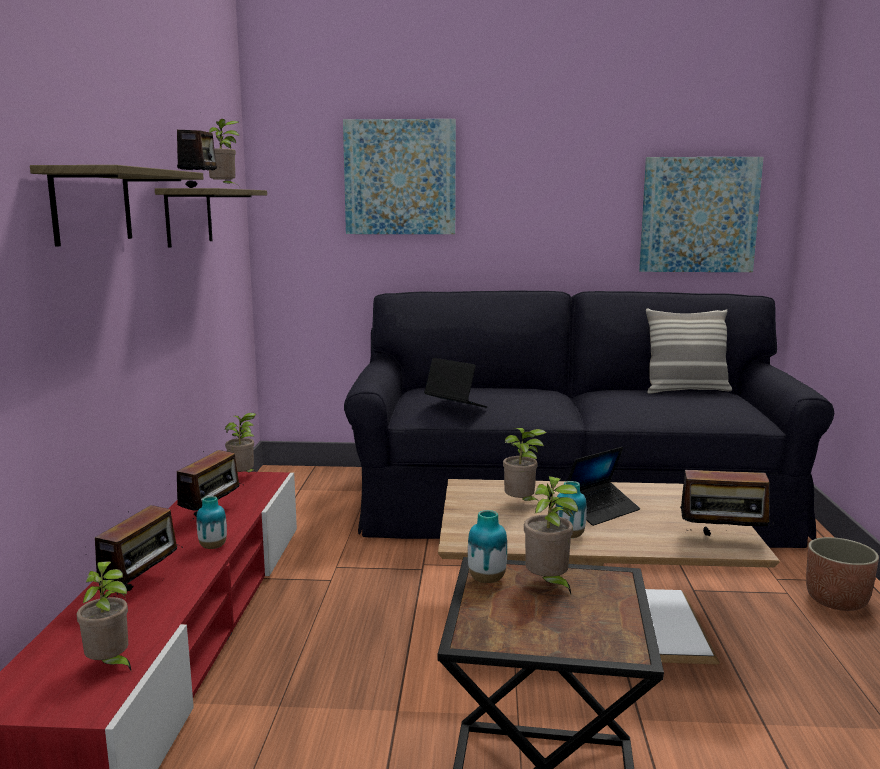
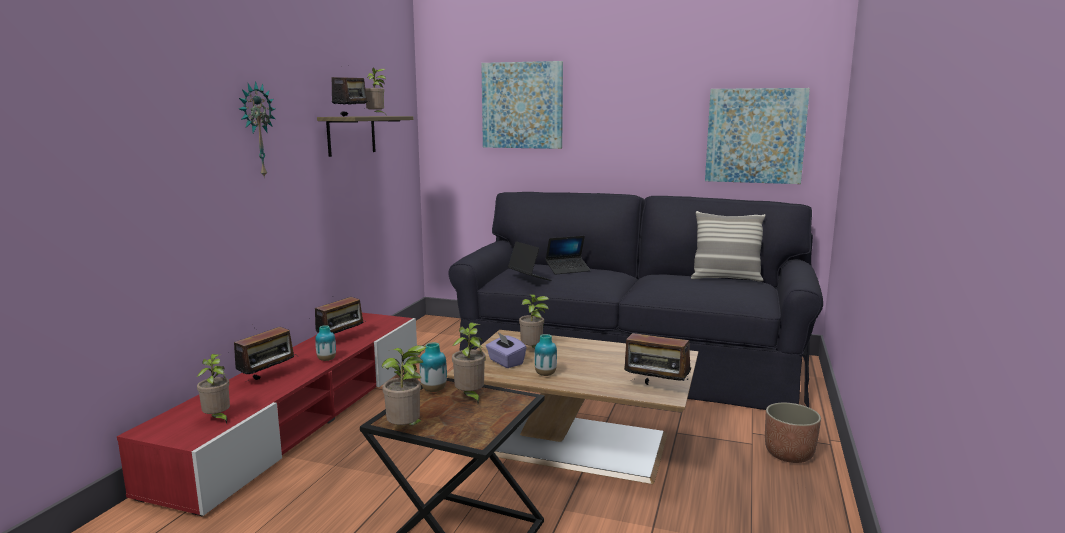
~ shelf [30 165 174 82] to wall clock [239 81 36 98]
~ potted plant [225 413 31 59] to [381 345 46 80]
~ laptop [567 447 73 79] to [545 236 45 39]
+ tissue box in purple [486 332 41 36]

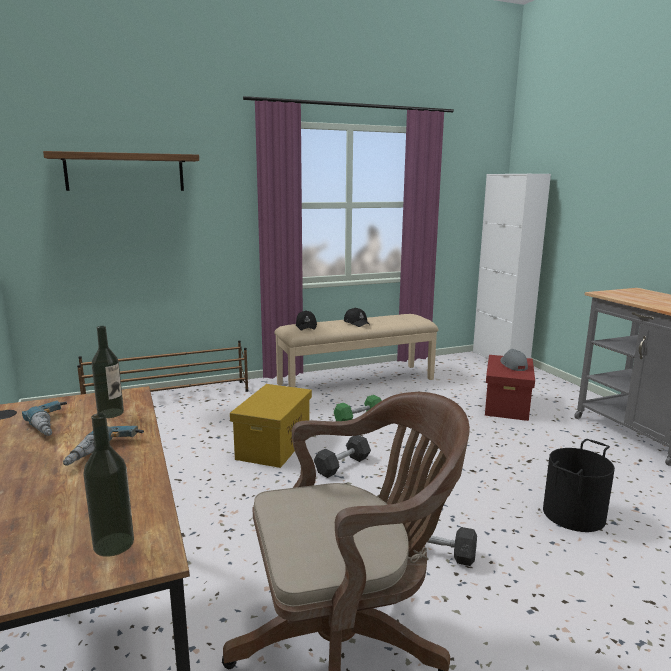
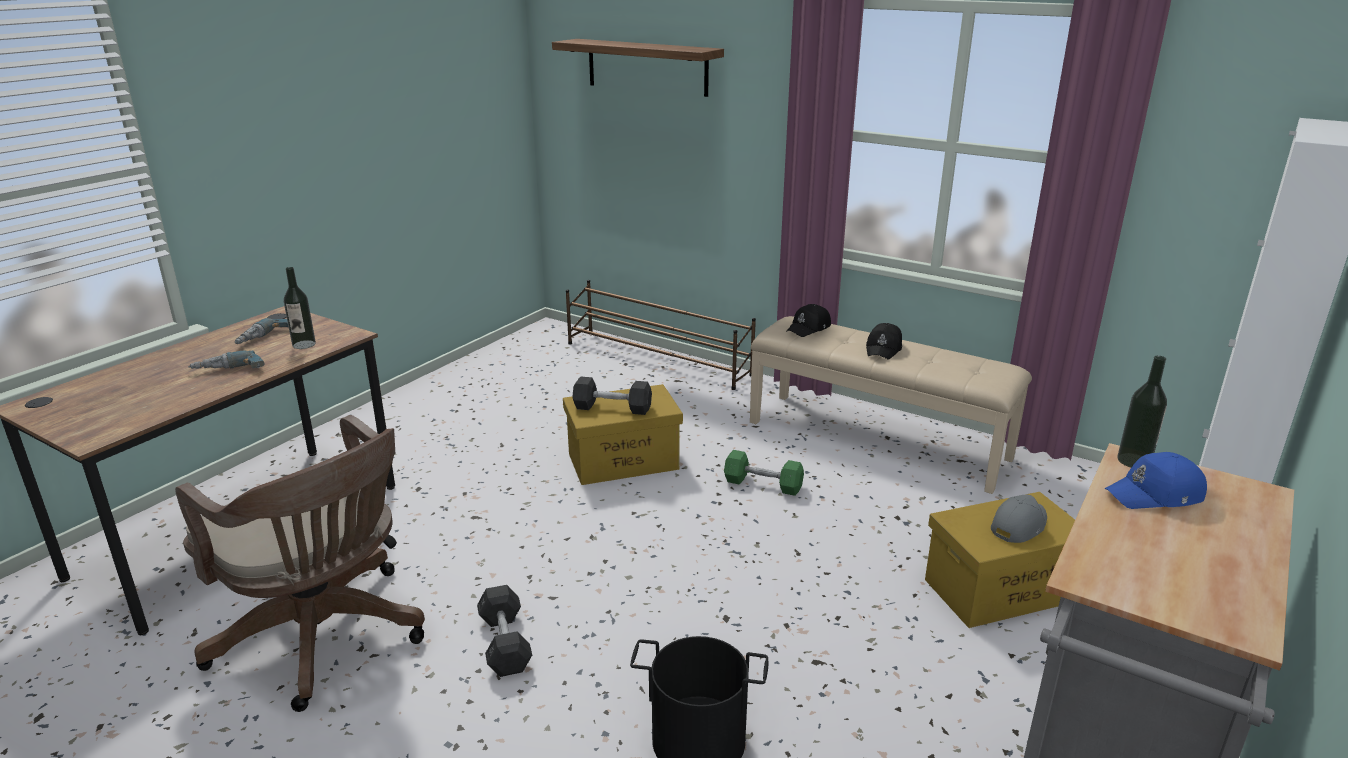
~ storage box in red [485 355 50 66] to storage box in yellow [925 492 150 136]
~ bottle [83 413 51 144] to [1117 356 50 112]
~ dumbbell in grey [314 435 57 43] to [572 376 80 39]
+ cap in blue [1105 452 102 57]

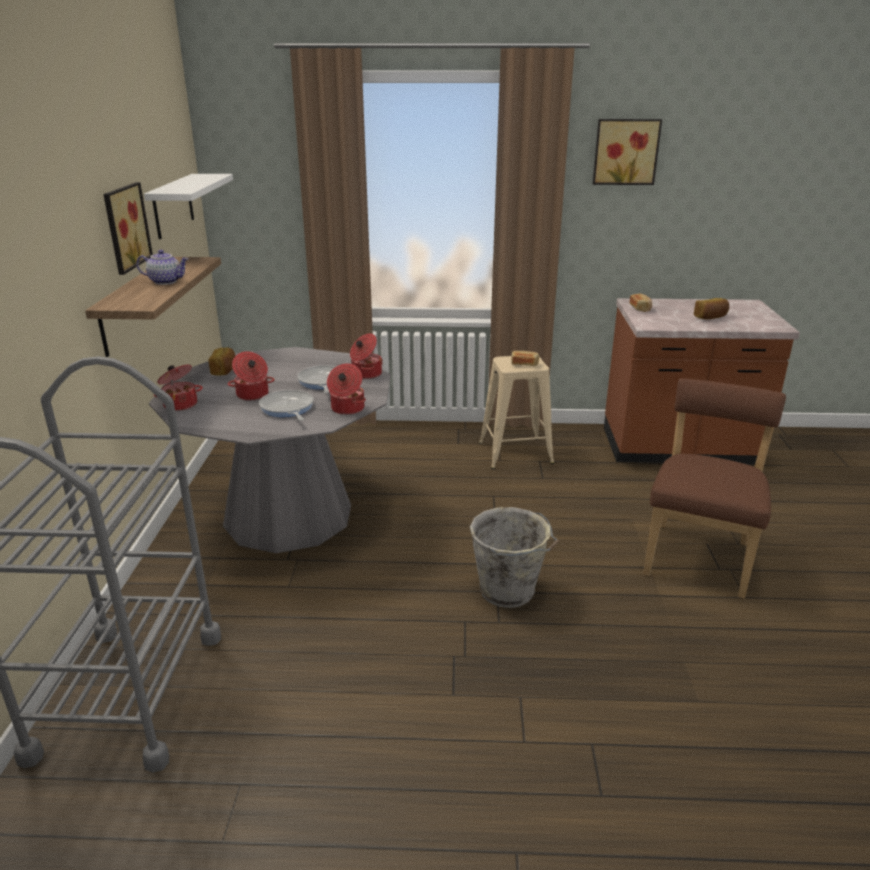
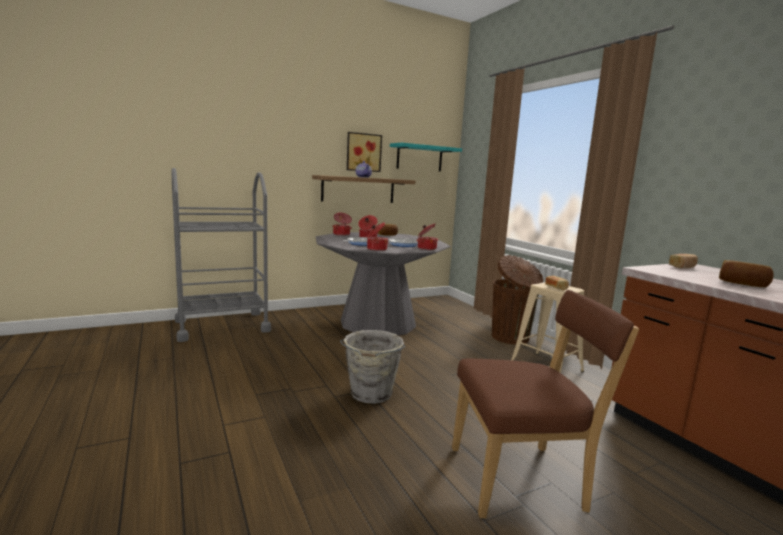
- picture [593 119 69 66]
~ shelf in white [144 174 89 65] to shelf in turquoise [390 143 72 29]
+ trash can in brown [492 255 51 89]

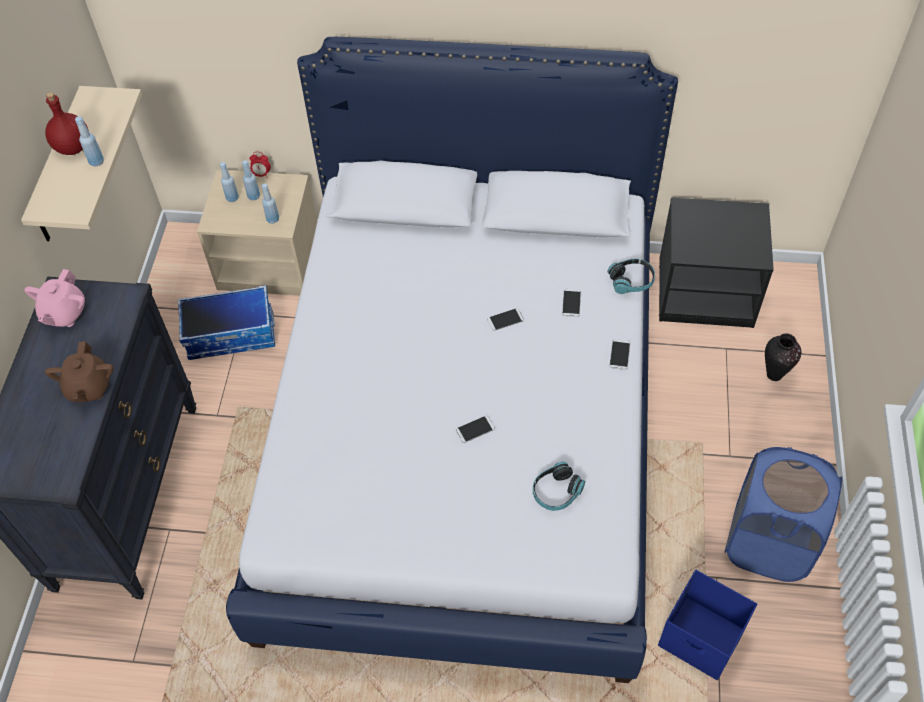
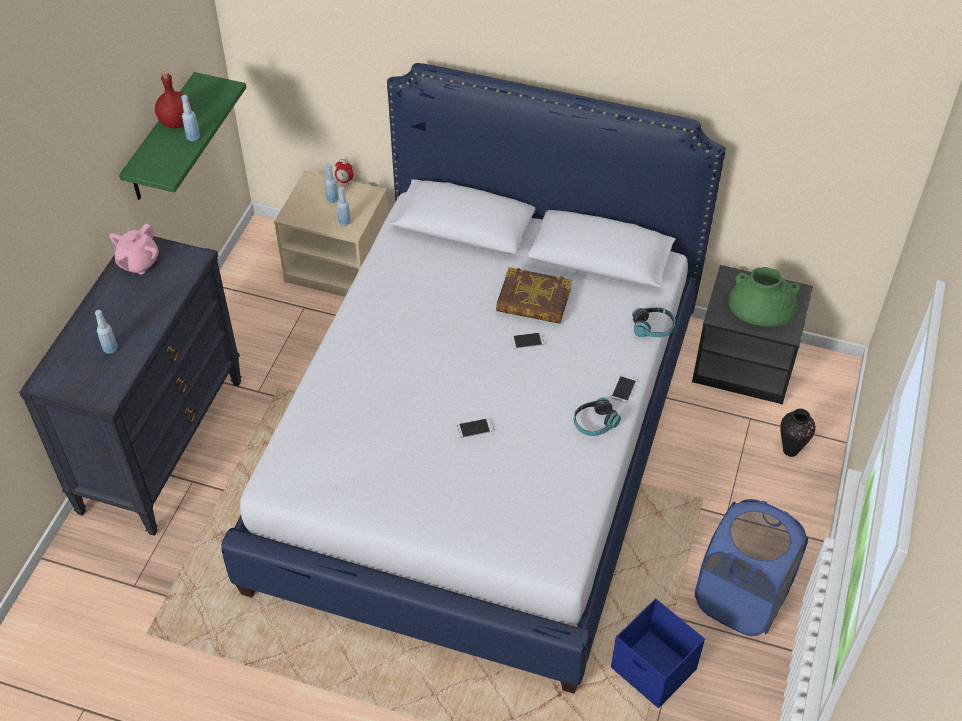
~ shelf in beige [21 86 121 155] to shelf in green [119 72 127 128]
~ bottle in blue [220 162 19 40] to [95 310 23 44]
- storage box [178 285 97 75]
- phone [562 289 19 28]
- teapot in brown [45 342 68 60]
~ headphones [533 462 52 49] to [574 398 47 38]
+ book [496 267 76 57]
+ vase in green [728 267 72 60]

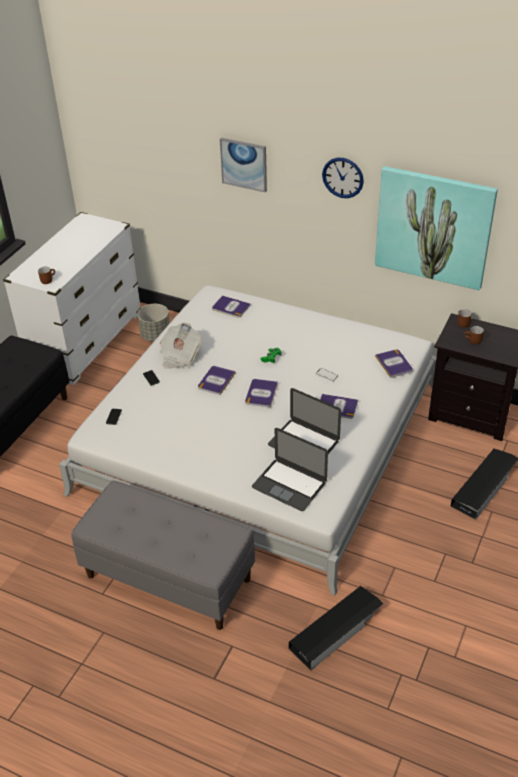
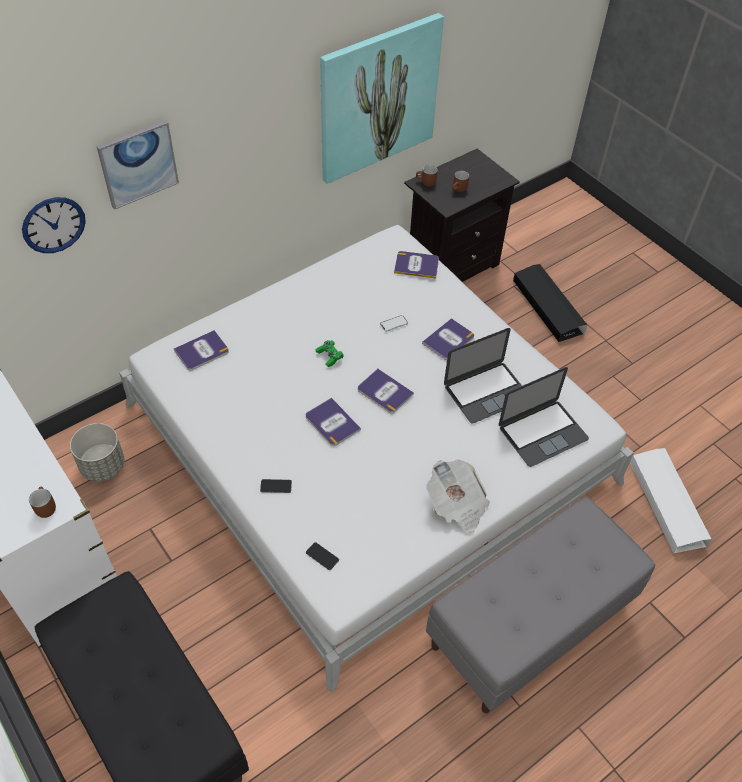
~ wall clock [322 158 42 40] to [22 197 64 56]
~ newspaper [160 323 42 46] to [426 460 64 73]
~ storage box in black [289 586 94 85] to storage box in white [630 448 82 105]

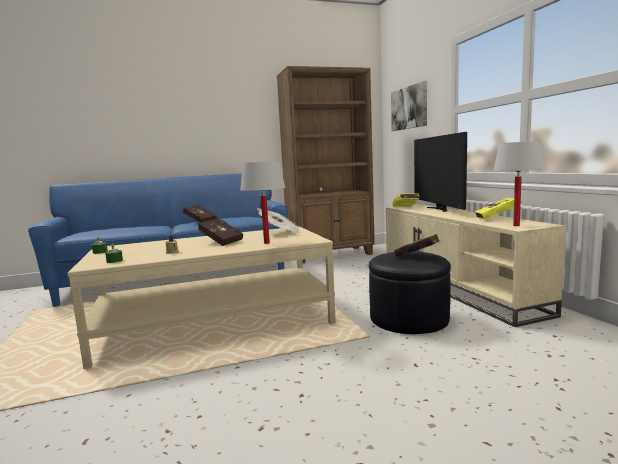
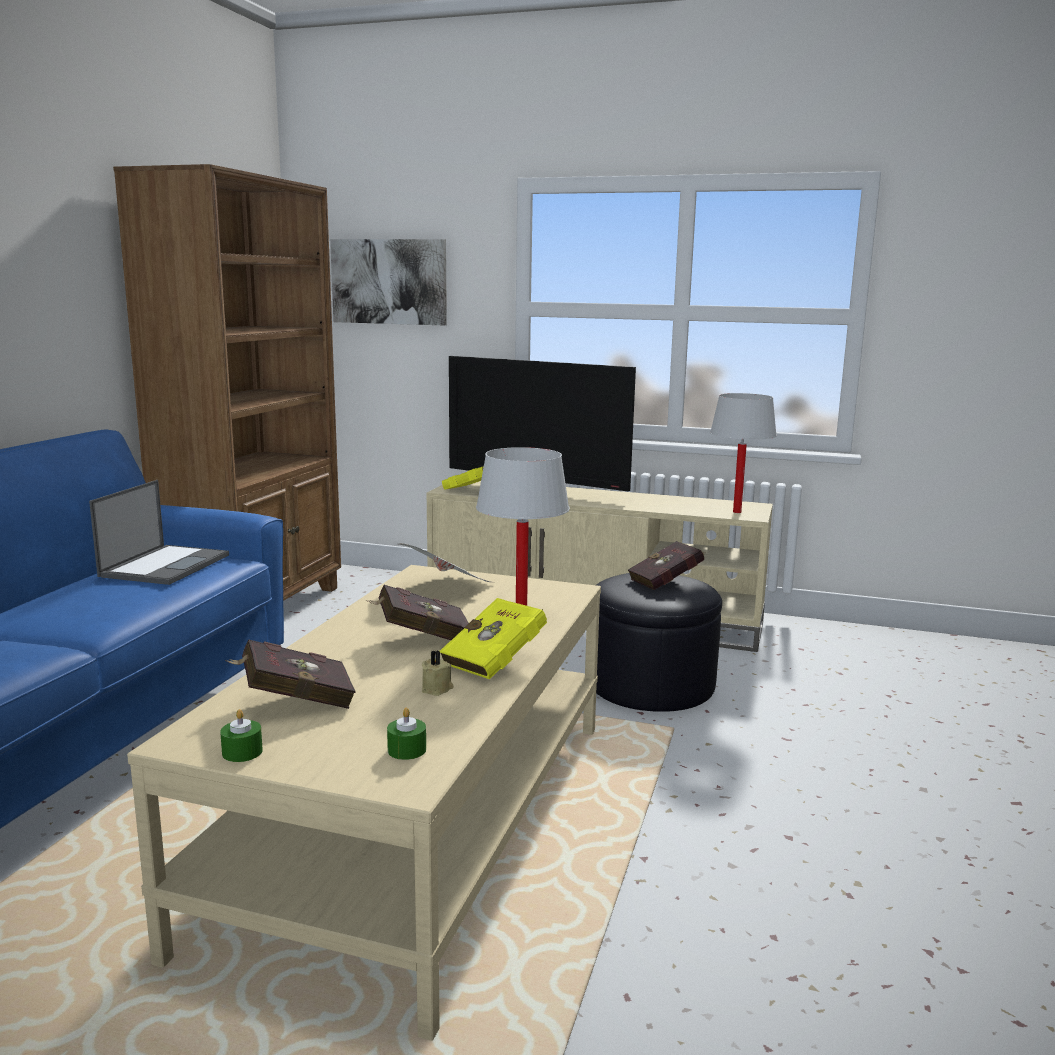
~ book in yellow [475 198 47 22] to [440 598 107 81]
~ book in red [183 205 34 18] to [225 639 131 70]
+ laptop [89 480 140 105]

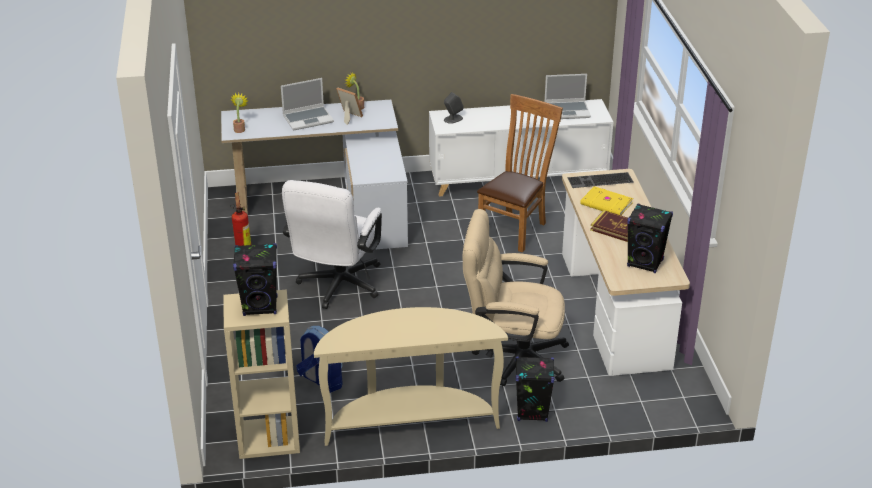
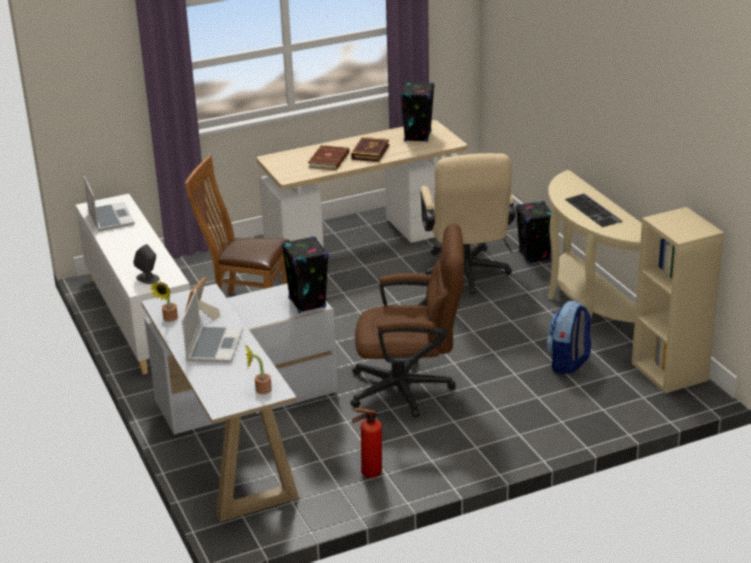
~ laptop [281 78 53 52] = [182 289 61 73] 45 degrees clockwise
~ keyboard [567 172 67 16] to [564 193 58 34]
~ office chair in white [282 180 100 129] to office chair in brown [350 223 114 194]
~ book in yellow [580 186 53 29] to book in brown [308 145 42 25]
~ speaker in black [233 243 44 73] to [282 236 47 77]

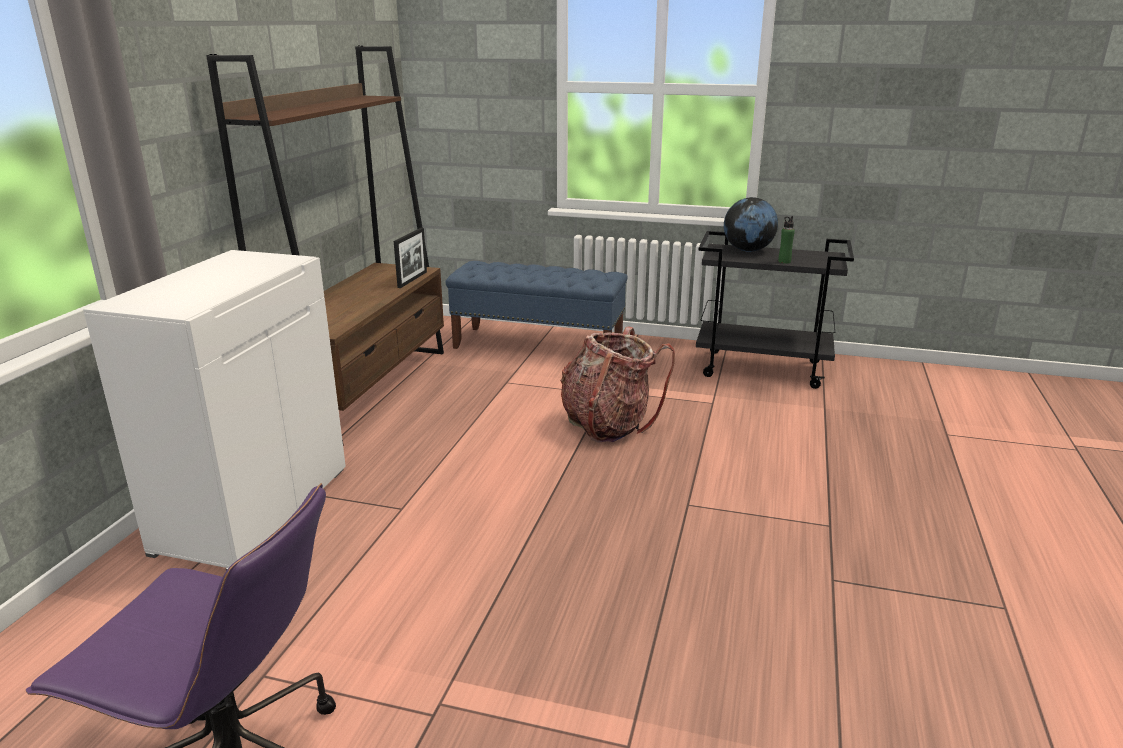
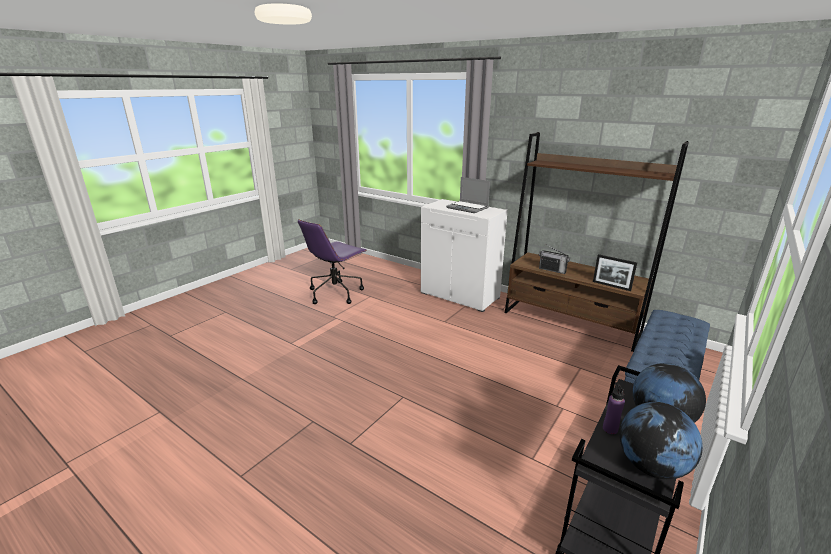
~ bottle in green [778 216 17 48] to bottle in purple [603 382 22 52]
- backpack [560 326 115 117]
+ laptop [446 177 44 36]
+ radio [539 244 31 30]
+ globe [620 402 83 77]

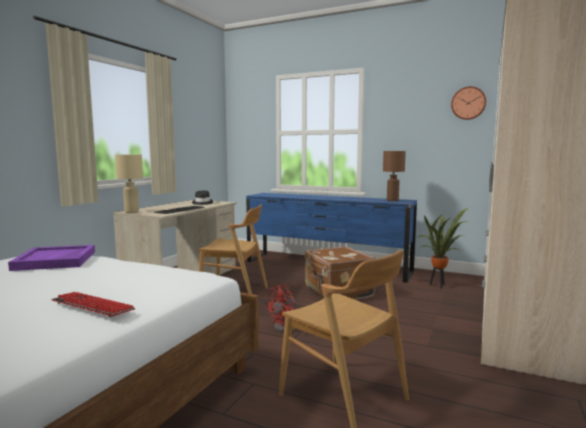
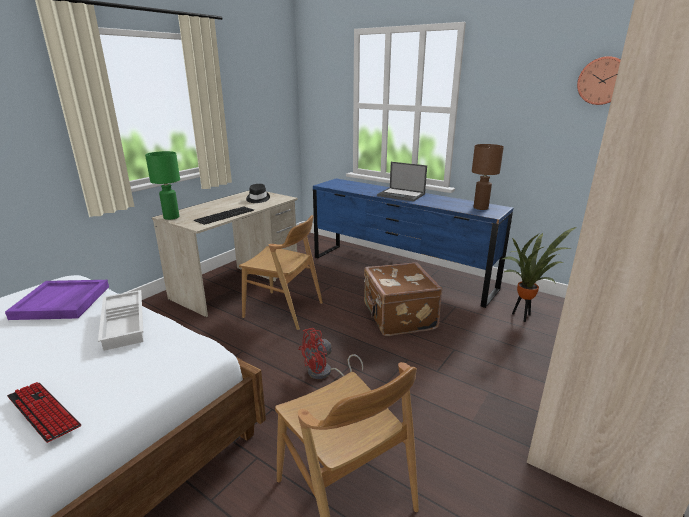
~ table lamp in beige [115 154 28 59] to table lamp in green [145 151 35 69]
+ laptop [377 162 50 40]
+ tray in white [98 290 45 61]

